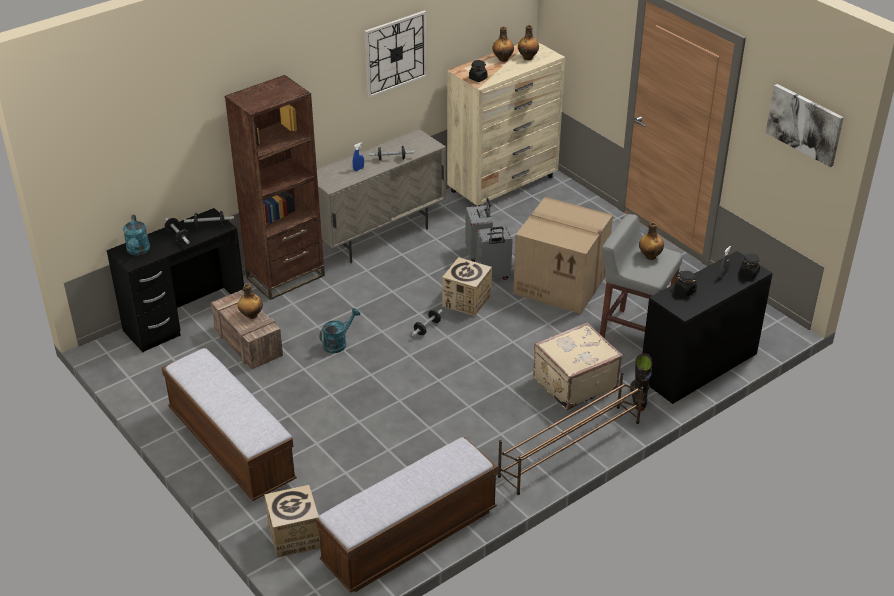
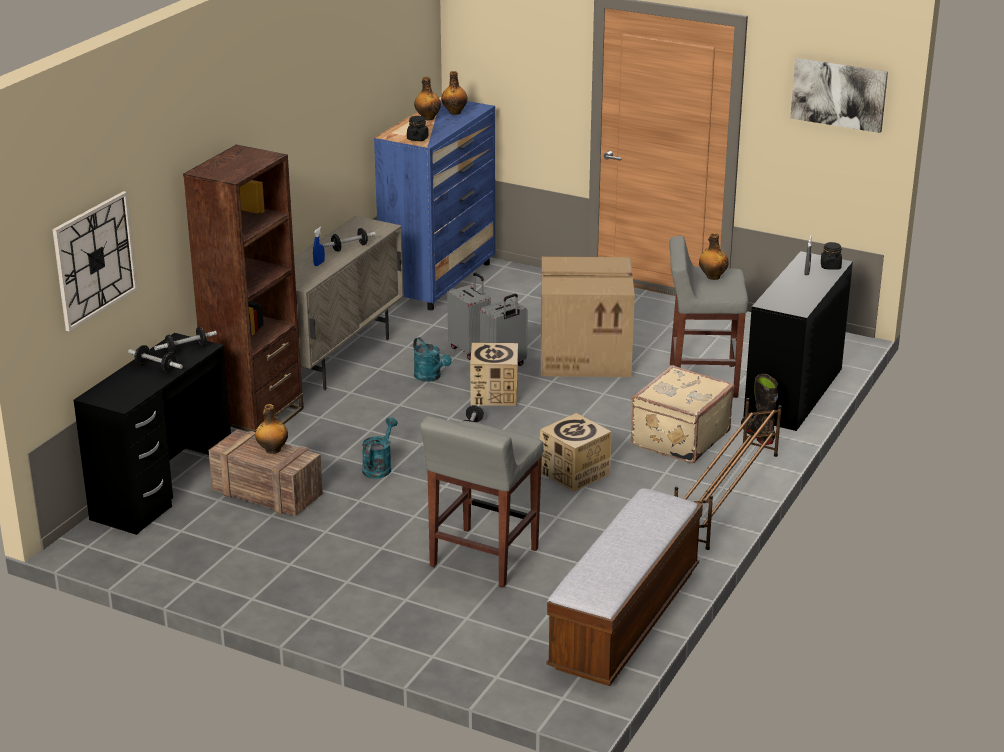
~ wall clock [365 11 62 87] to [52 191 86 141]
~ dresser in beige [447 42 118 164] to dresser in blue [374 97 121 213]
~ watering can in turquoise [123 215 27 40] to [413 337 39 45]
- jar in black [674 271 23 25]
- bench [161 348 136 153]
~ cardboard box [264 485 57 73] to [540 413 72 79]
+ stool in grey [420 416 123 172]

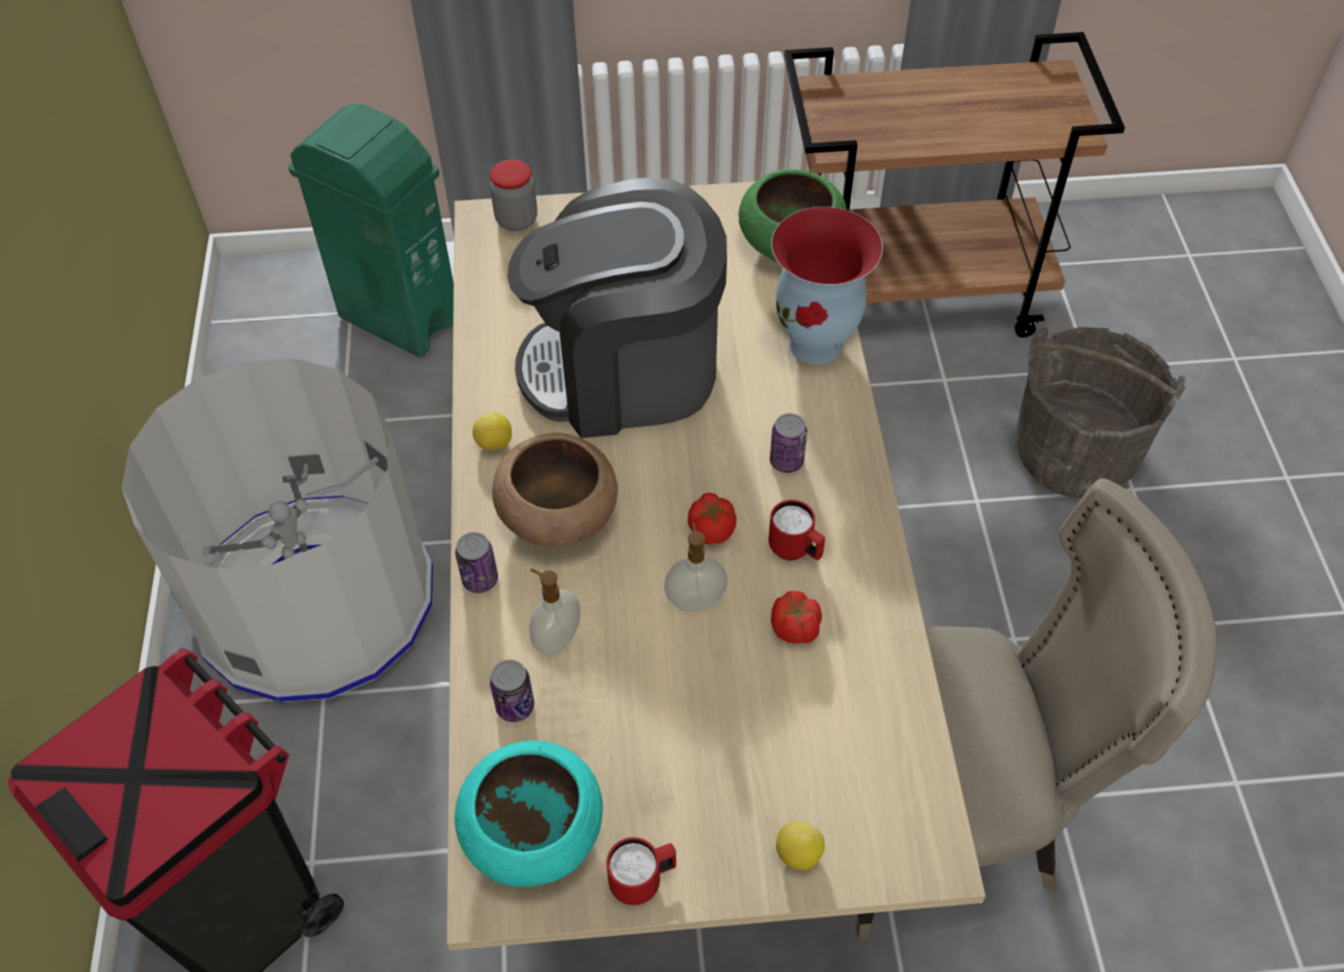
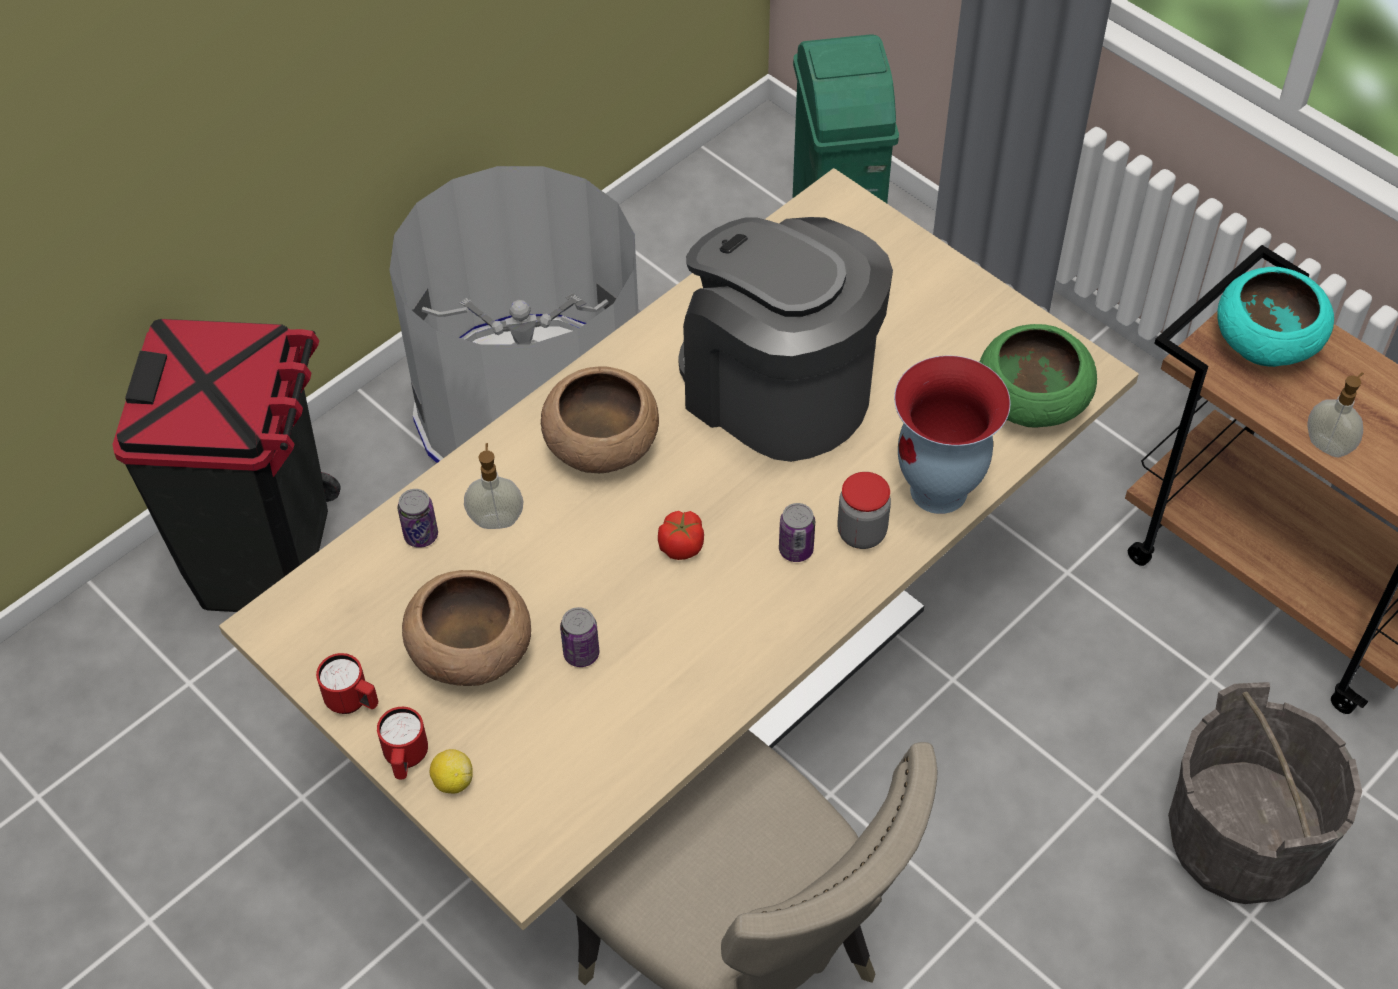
~ jar [490 159 47 72] to [837 472 54 77]
- lemon [473 412 39 38]
~ mug in red [769 500 56 60] to [377 707 51 72]
~ soap dispenser [664 522 64 89] to [1308 372 56 85]
~ can [455 532 43 61] to [560 607 39 60]
- tomato [771 591 51 53]
~ bowl in turquoise [455 740 148 147] to [1217 267 117 100]
+ bowl in brown [402 570 129 116]

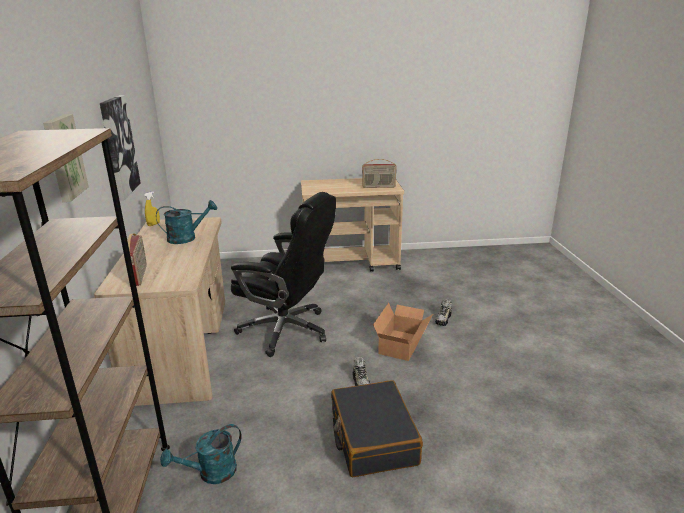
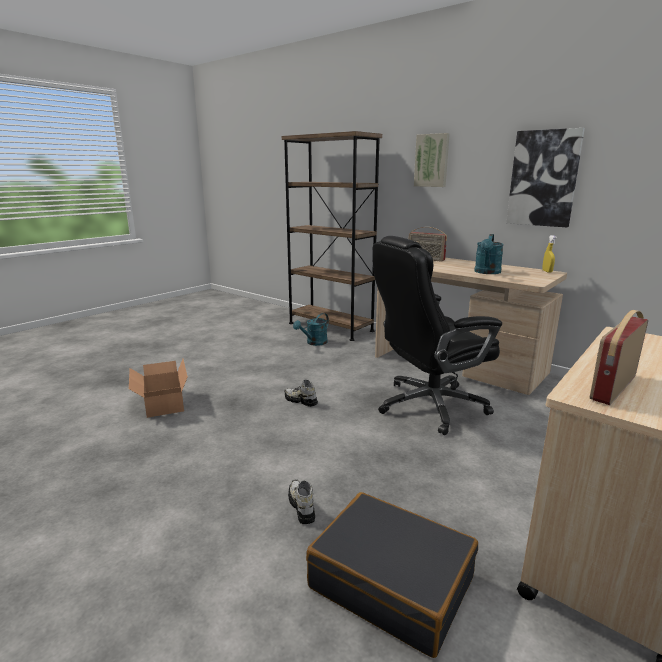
~ cardboard box [373 303 60 58] to [129 359 59 59]
~ suitcase in black [331 380 92 97] to [306 492 172 166]
~ watering can in turquoise [160 424 82 60] = [293 313 36 33] 150 degrees counterclockwise

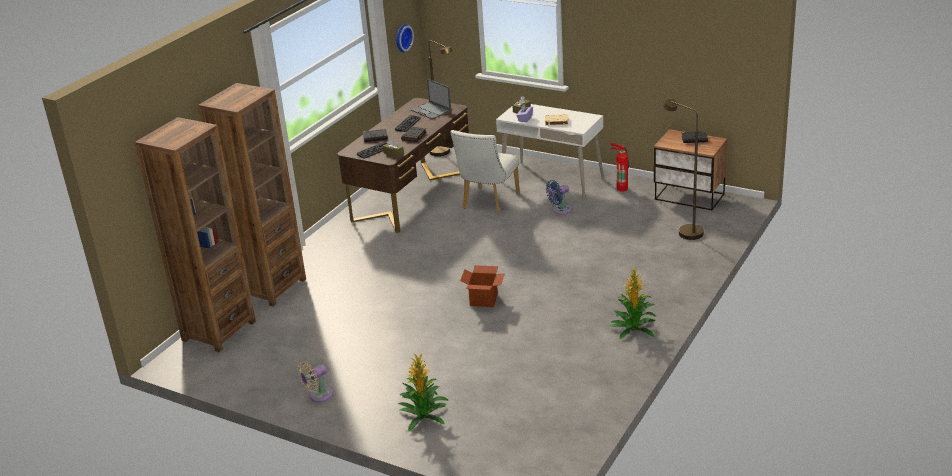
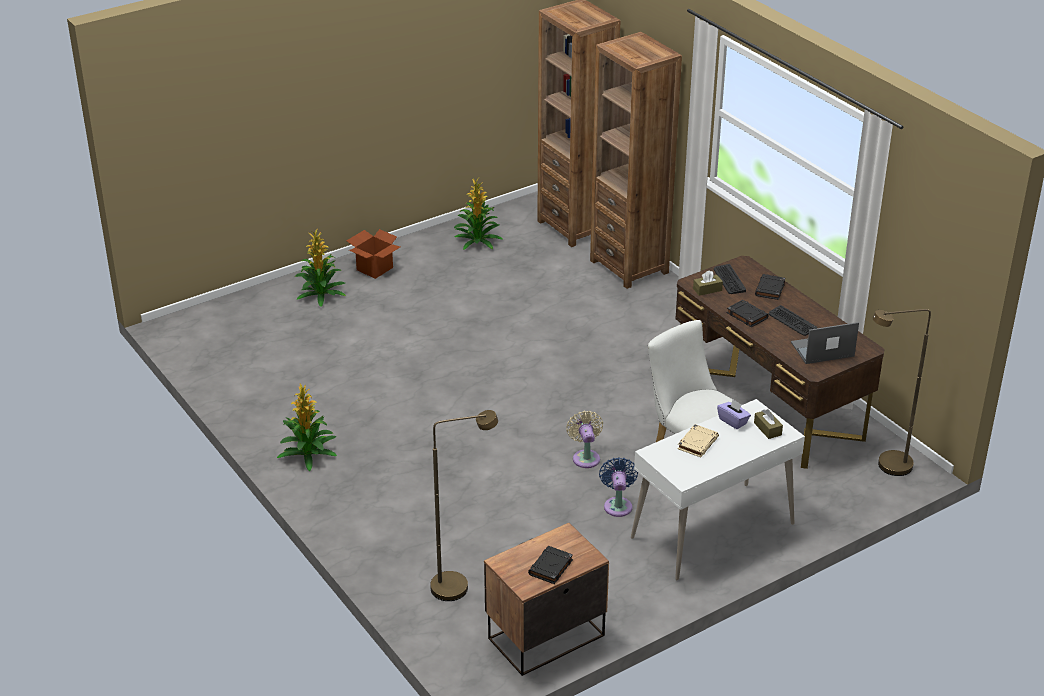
- wall clock [396 24 18 28]
- fire extinguisher [610 143 19 49]
~ cardboard box [460 265 45 42] to [347 229 53 50]
~ fan in beige [298 361 35 41] to [566 411 37 57]
+ potted plant [454 178 49 72]

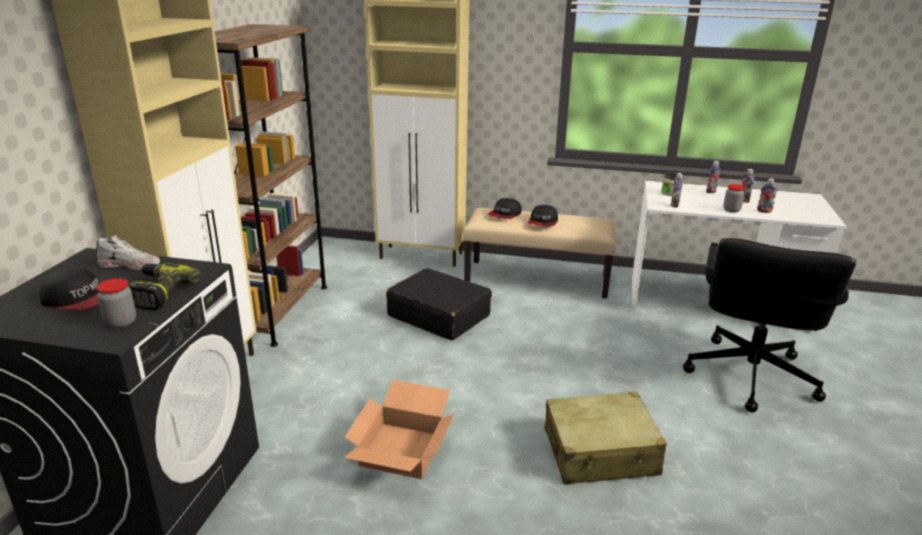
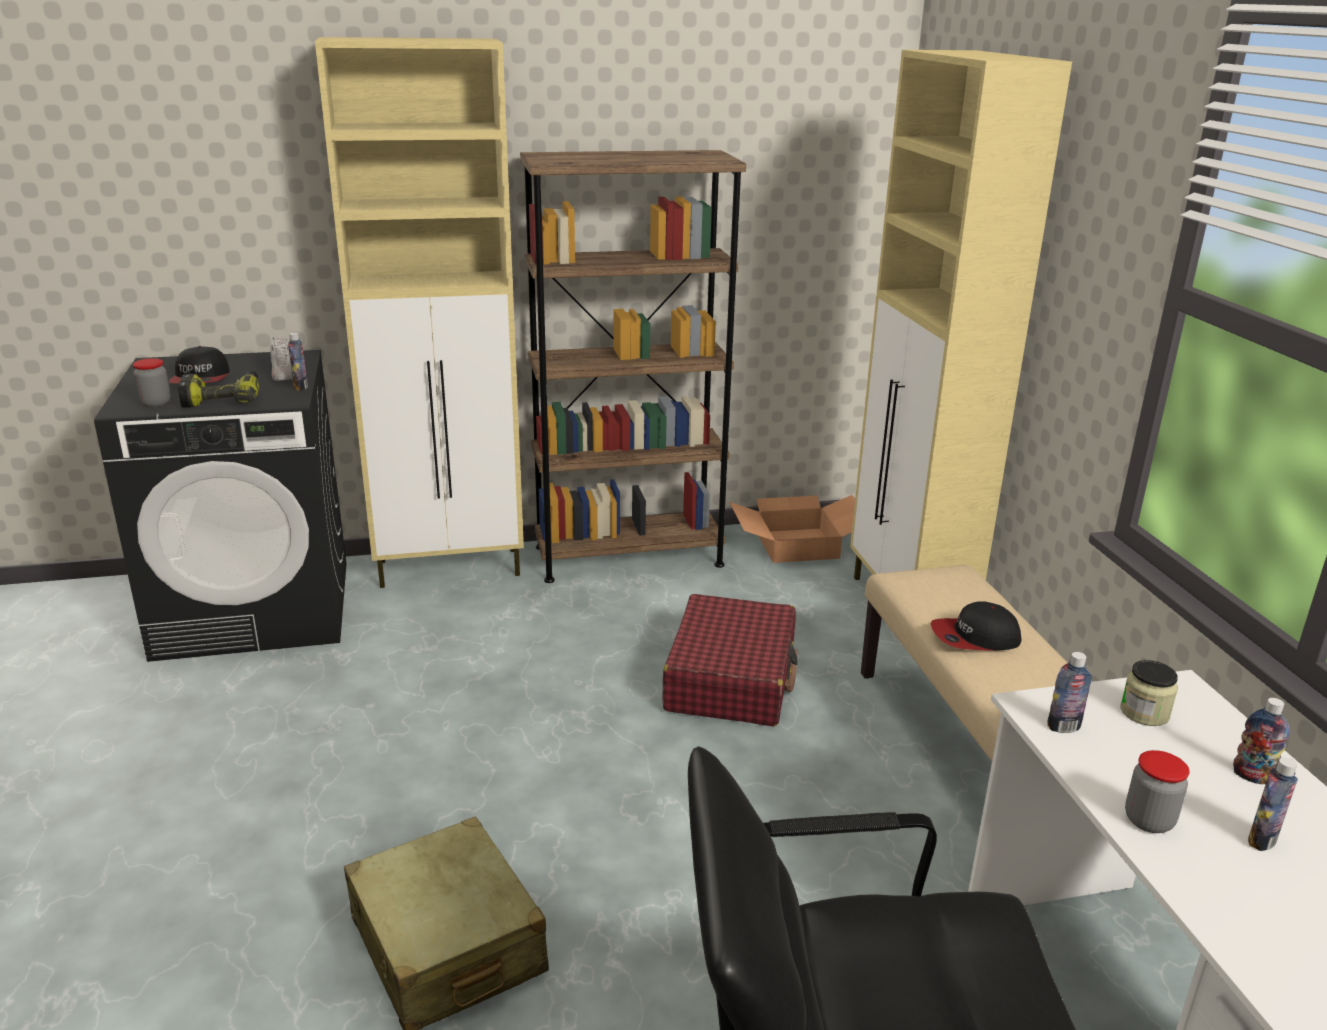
~ bottle [757 178 20 35] to [288 332 20 59]
- cap [487 198 35 21]
~ suitcase in black [386 268 106 73] to suitcase in red [662 594 136 133]
~ cardboard box [344 380 110 99] to [729 495 126 68]

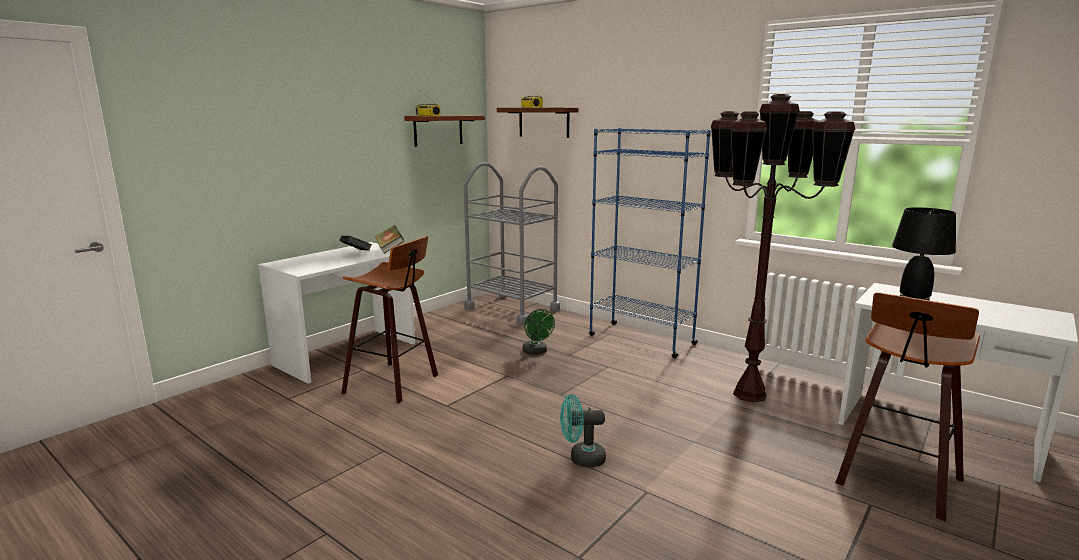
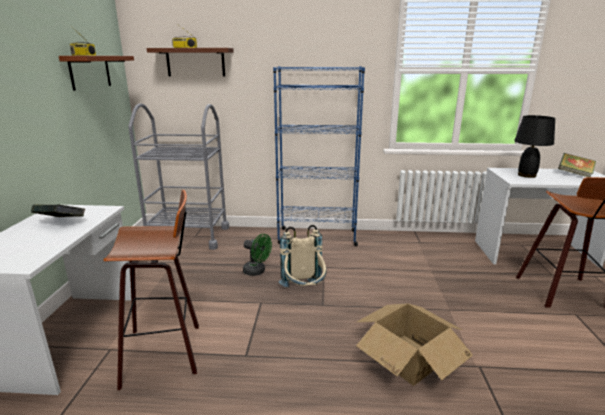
- floor lamp in brown [711 94 144 308]
~ book [375 225 30 29] to [558 153 38 24]
~ fan in turquoise [560 394 46 73] to cardboard box [356 303 117 83]
+ backpack in beige [279 225 47 62]

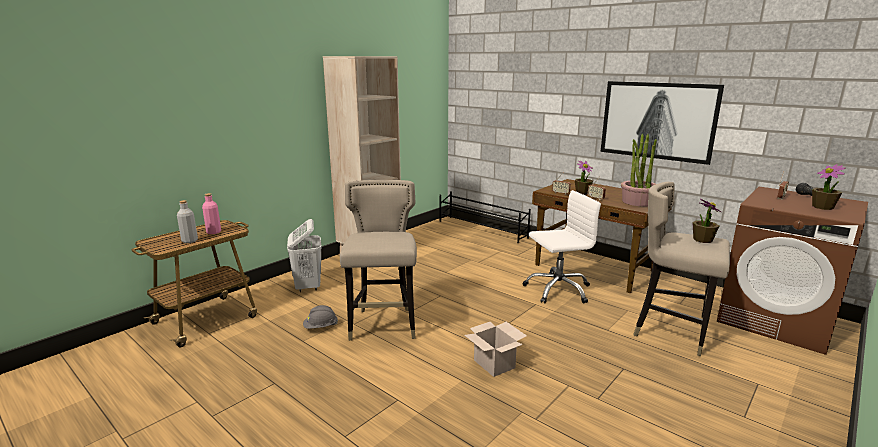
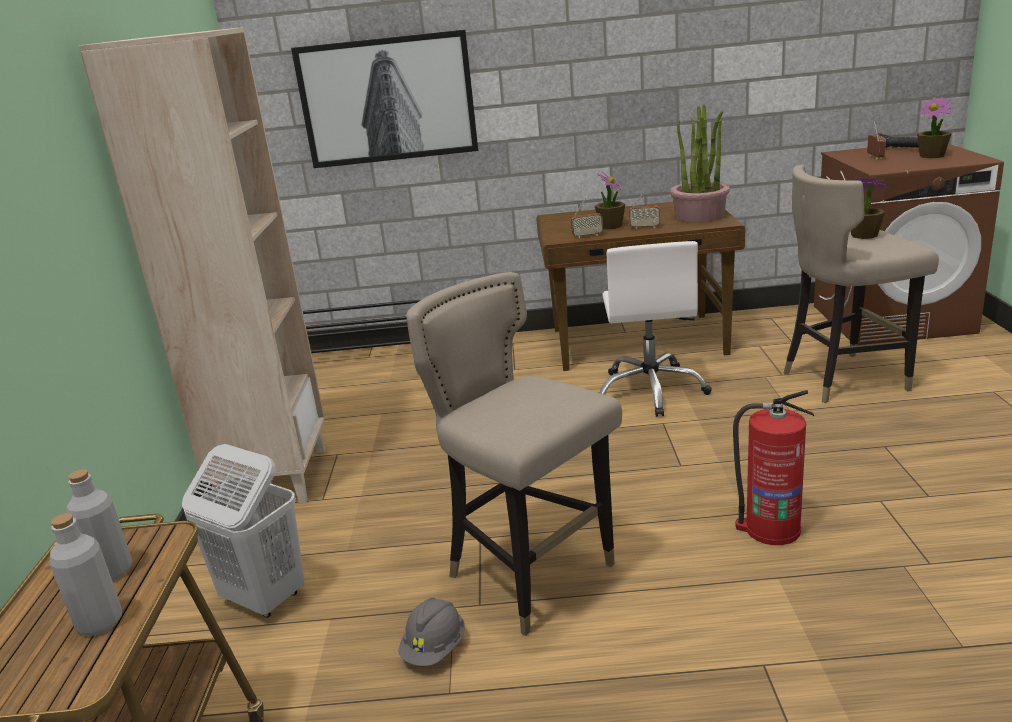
~ picture [601 81 123 84] to [291 30 187 138]
~ office chair in white [522 190 79 114] = [600 241 112 176] 150 degrees clockwise
~ bottle in pink [202 193 19 41] to bottle in grey [66 469 67 112]
~ cardboard box [464 322 63 55] to fire extinguisher [733 390 81 155]

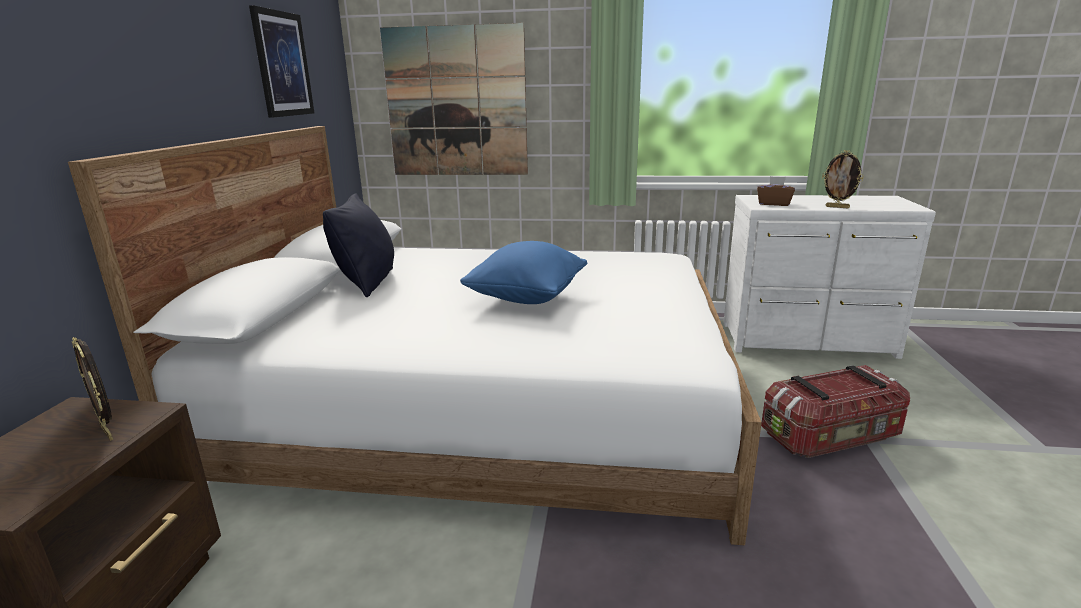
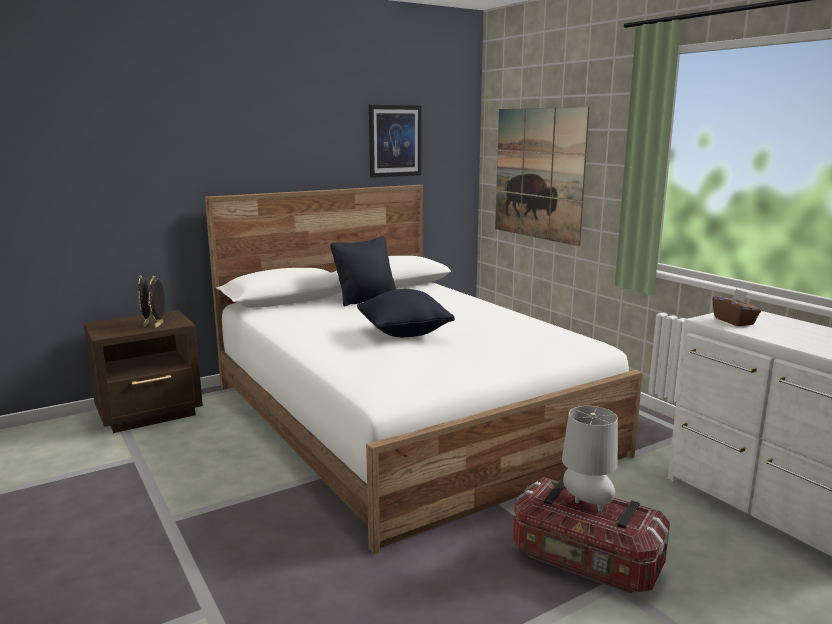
~ picture frame [822 150 42 58] to [138 275 12 52]
~ pillow in blue [460 241 127 63] to pillow in black [357 289 98 48]
+ table lamp in grey [562 406 56 106]

